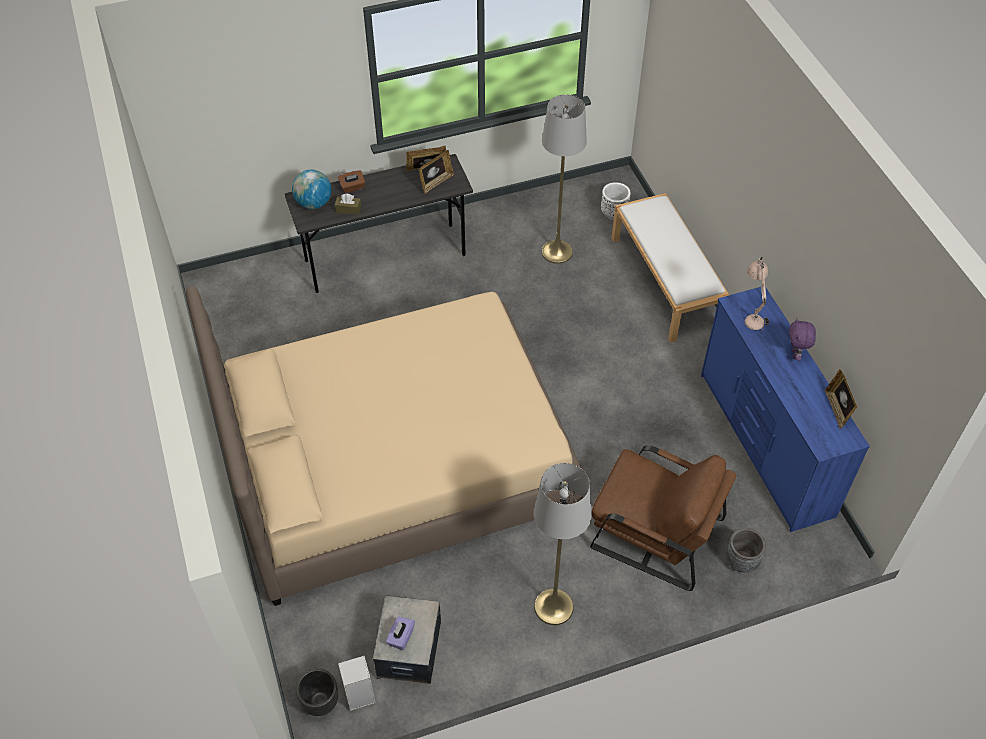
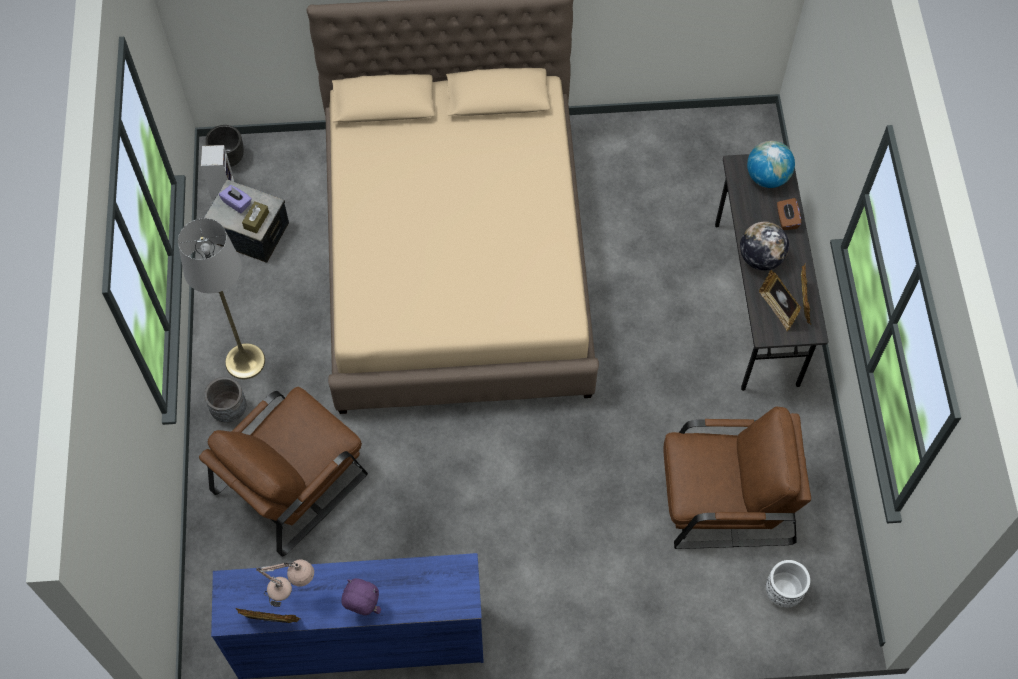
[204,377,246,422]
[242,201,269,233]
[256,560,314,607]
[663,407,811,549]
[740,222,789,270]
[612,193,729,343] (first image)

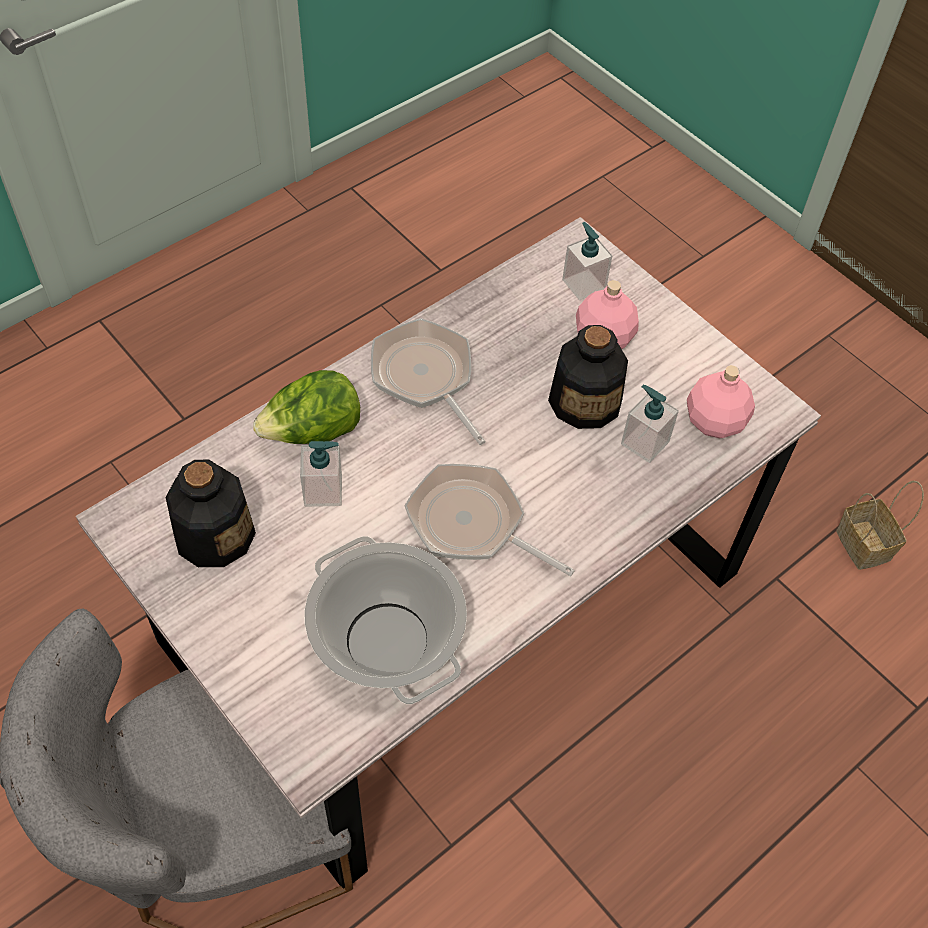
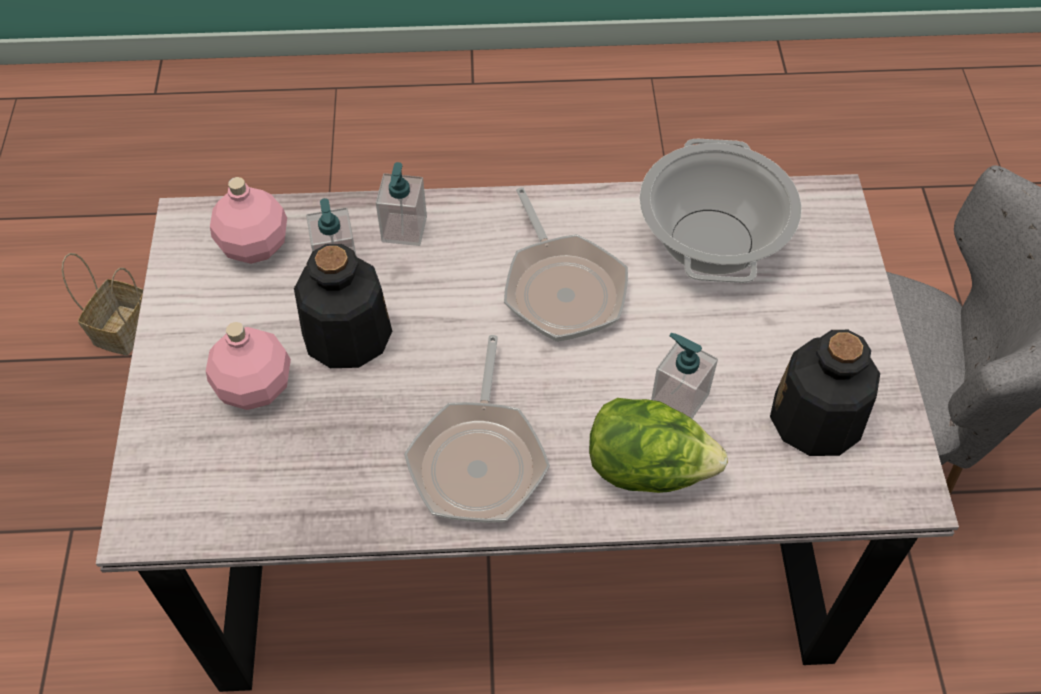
[376,162,427,246]

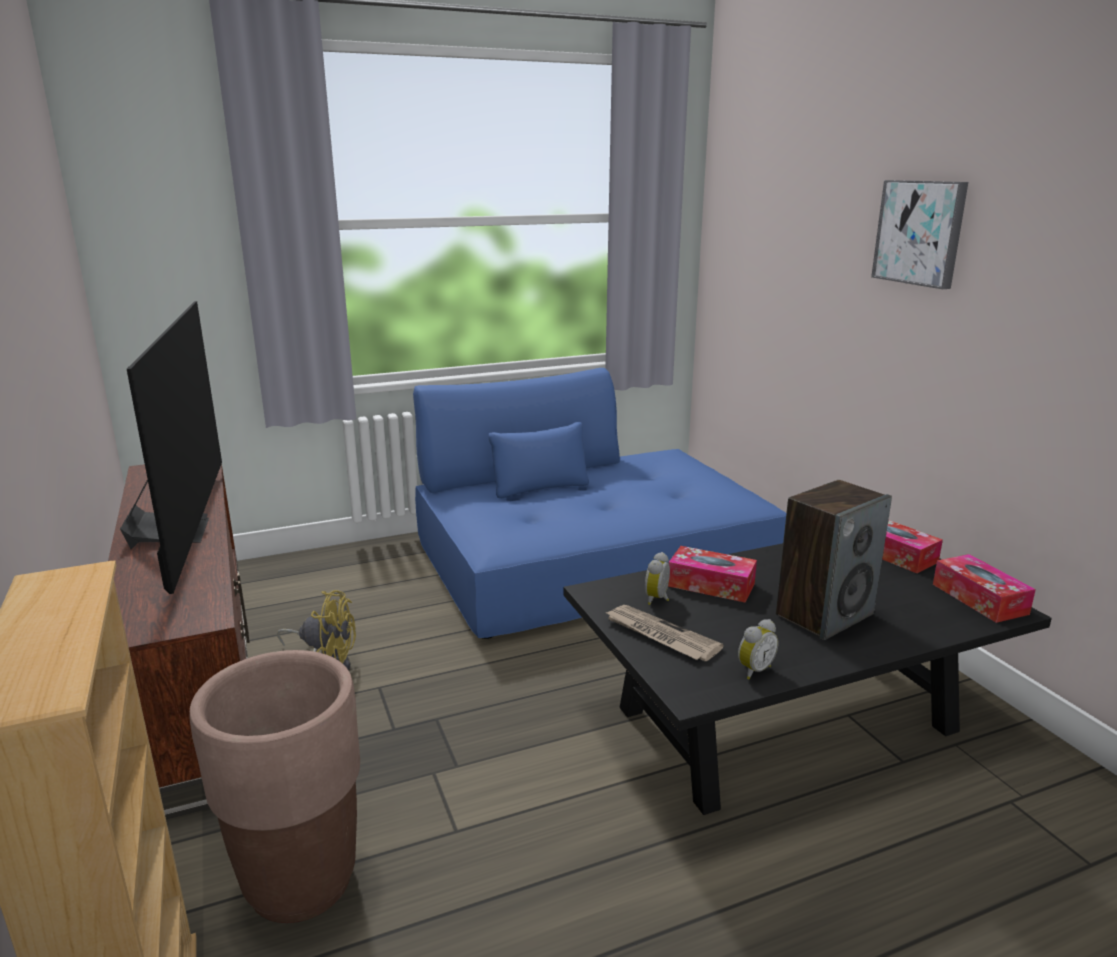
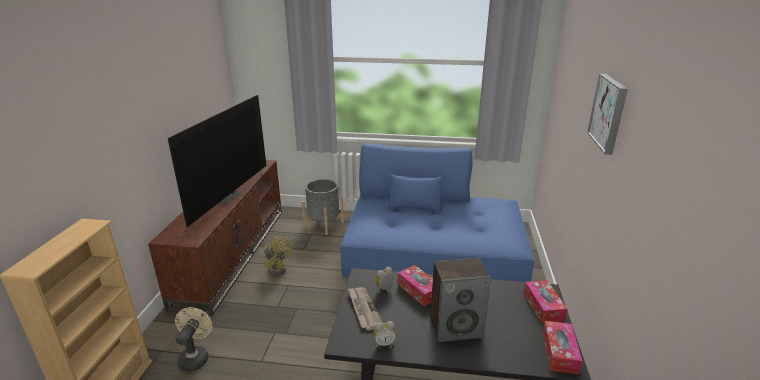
[175,307,212,371]
[302,179,344,235]

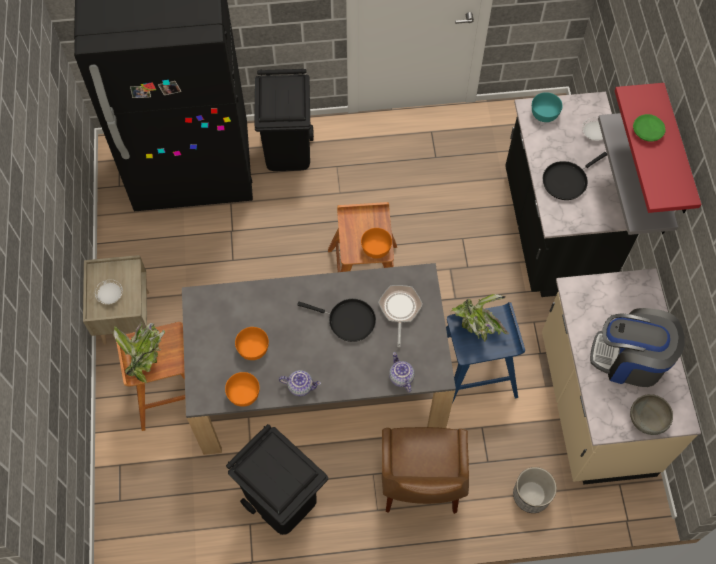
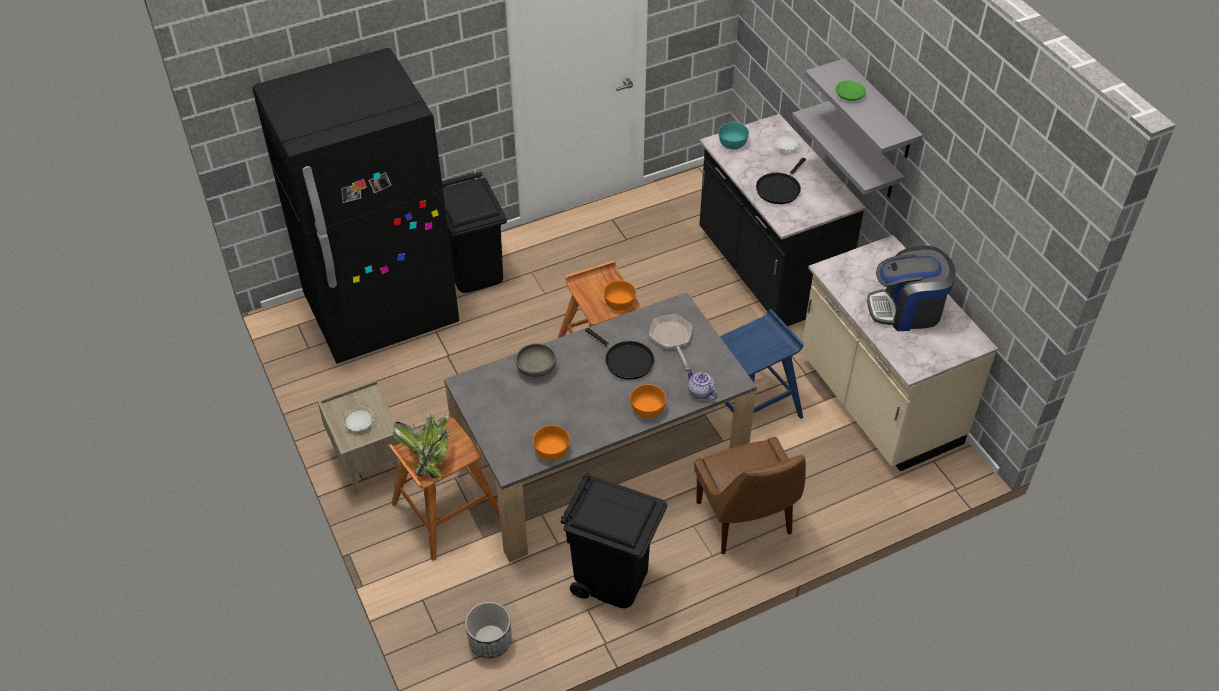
[465,602,512,658]
[515,343,556,378]
[585,328,654,380]
[630,384,666,418]
[805,58,923,158]
[279,370,321,396] (first image)
[451,294,509,342] (first image)

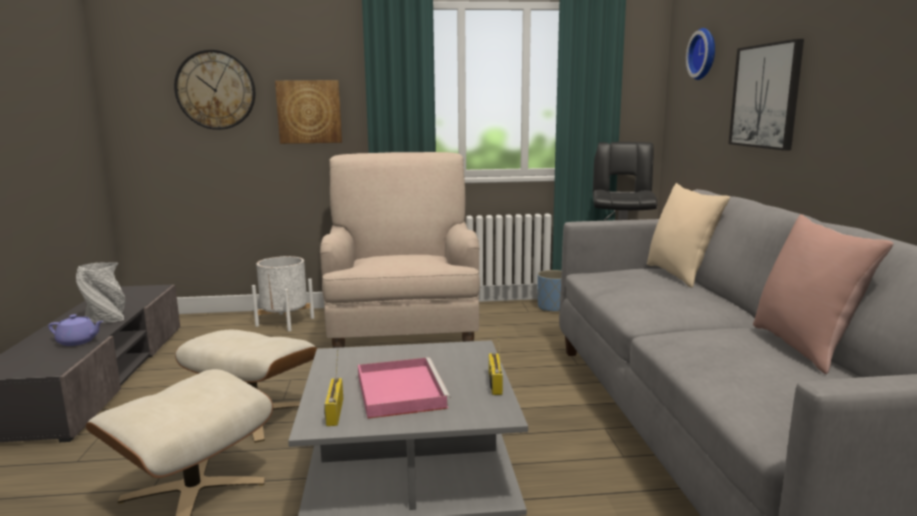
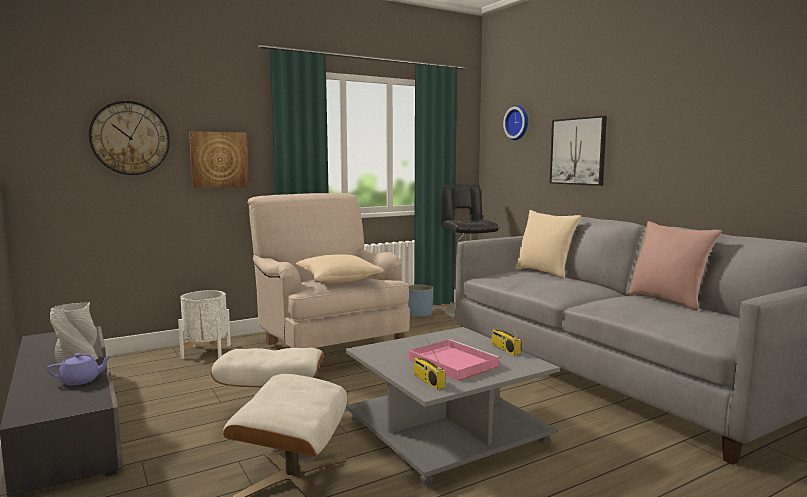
[296,254,384,283]

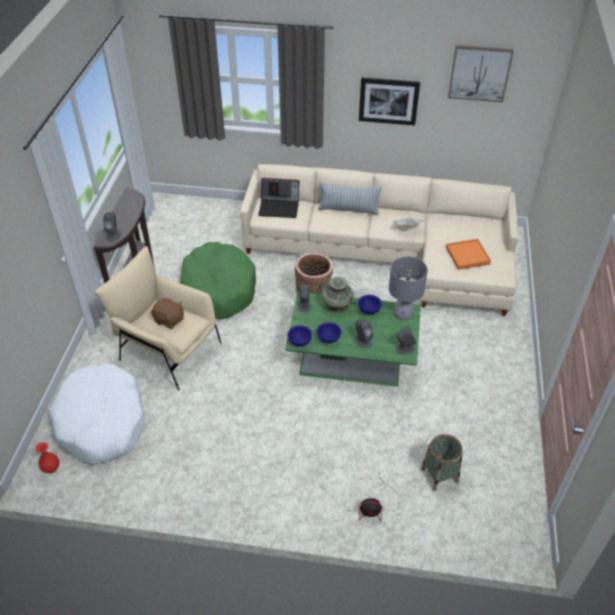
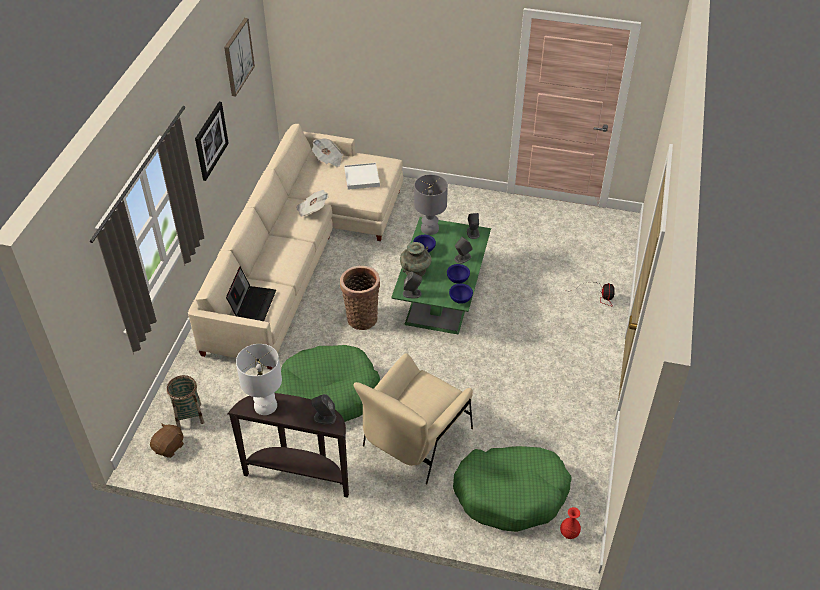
[150,423,184,458]
[167,375,204,428]
[236,344,282,415]
[312,138,343,167]
[344,163,380,190]
[453,446,572,532]
[318,182,382,216] (first image)

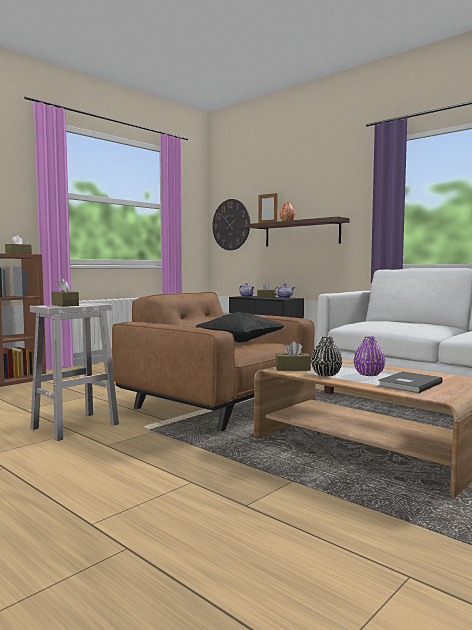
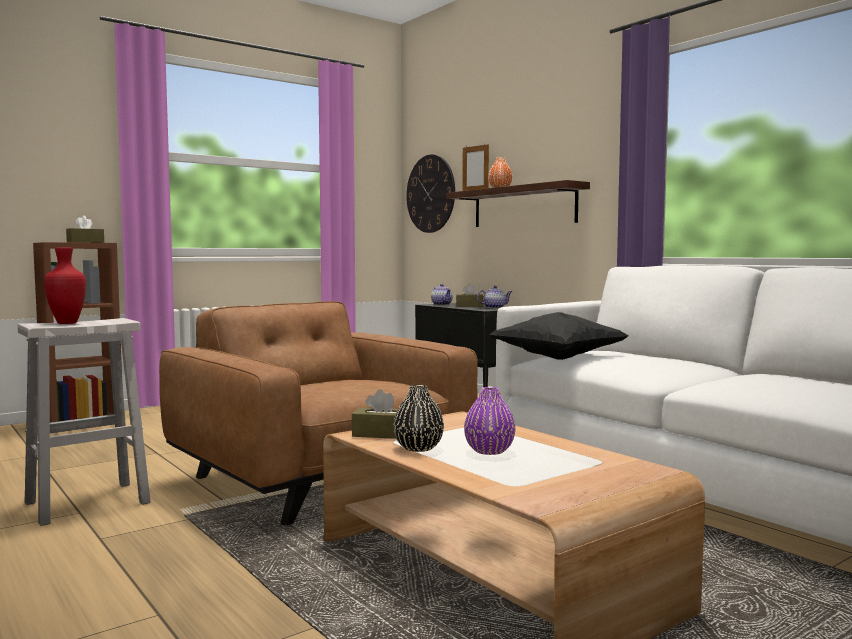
[44,248,86,324]
[490,312,629,360]
[378,371,443,393] (first image)

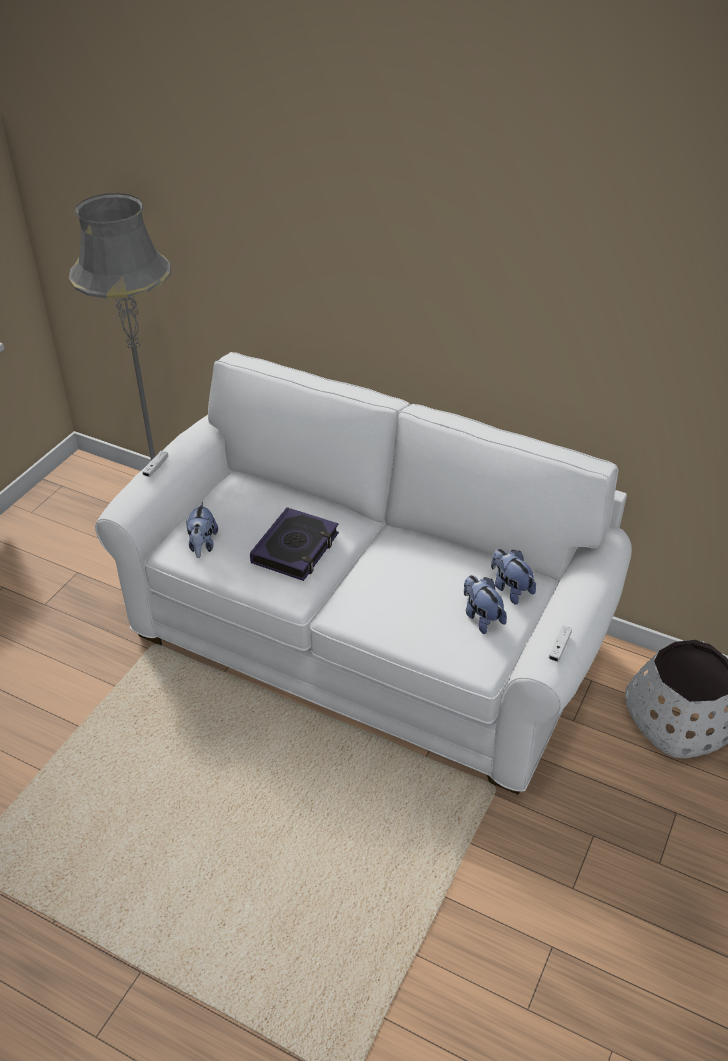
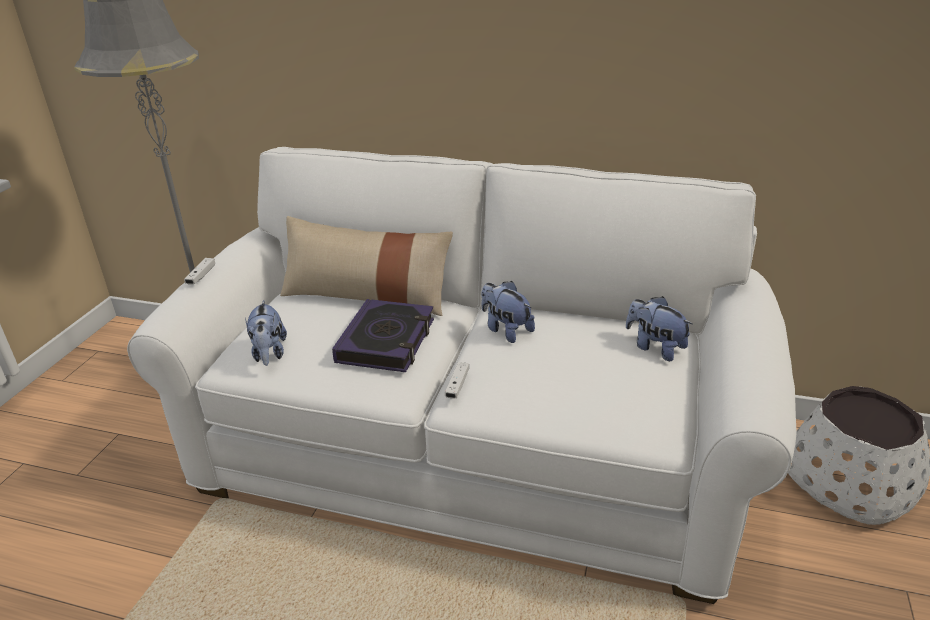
[280,216,453,316]
[445,362,469,399]
[481,281,535,343]

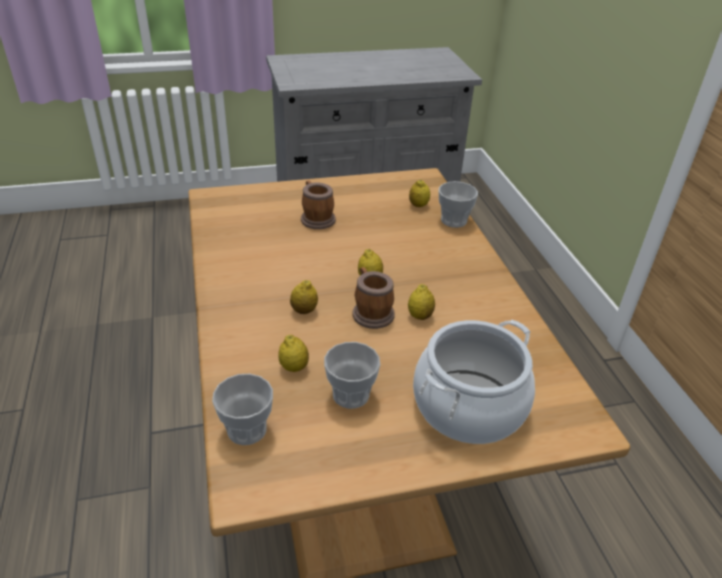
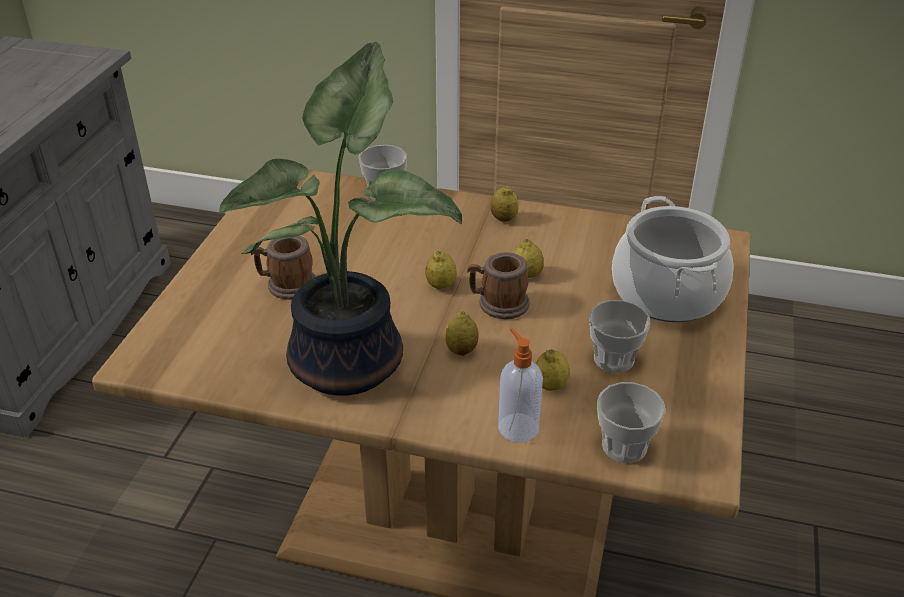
[219,42,462,396]
[491,186,518,222]
[498,328,543,442]

